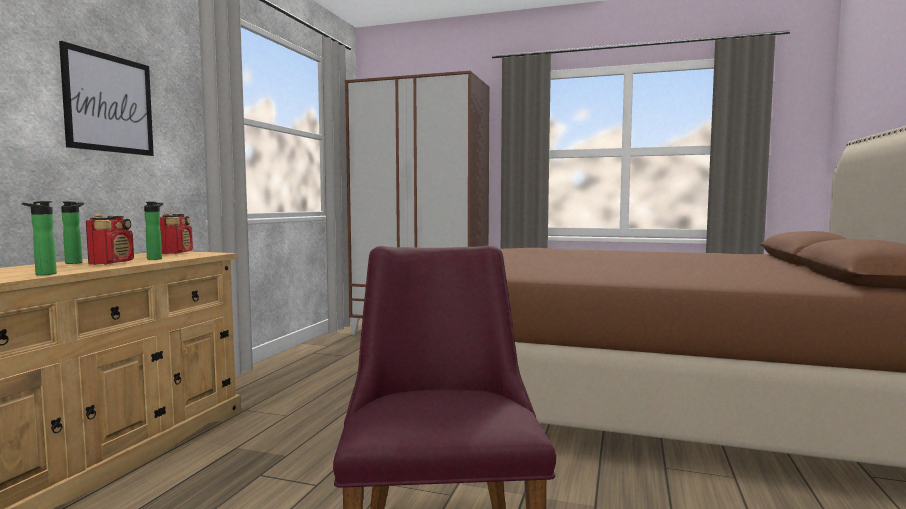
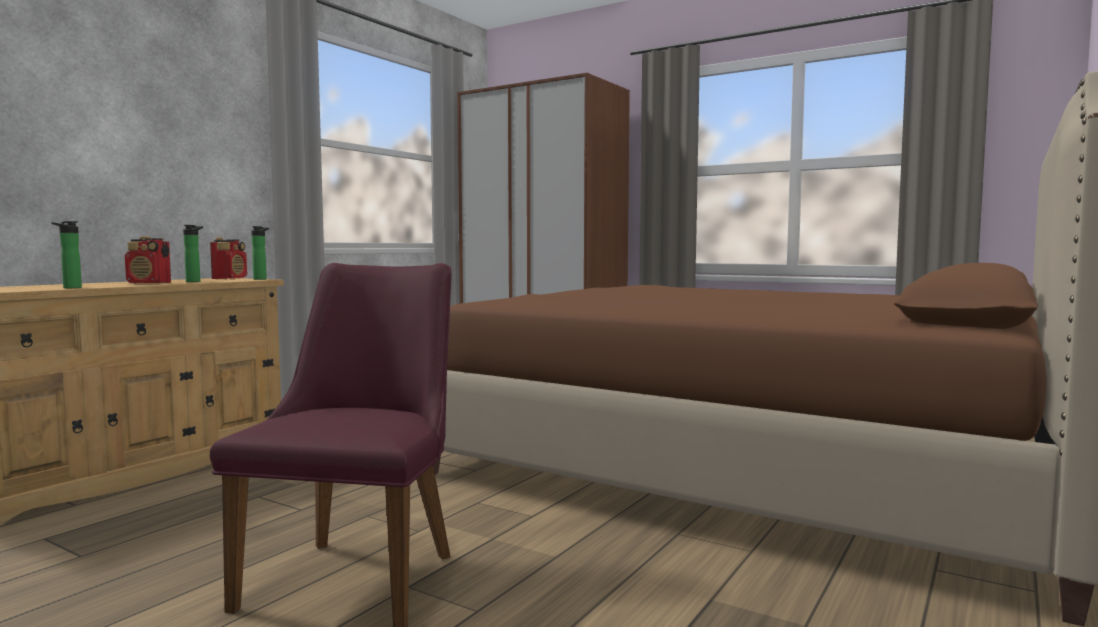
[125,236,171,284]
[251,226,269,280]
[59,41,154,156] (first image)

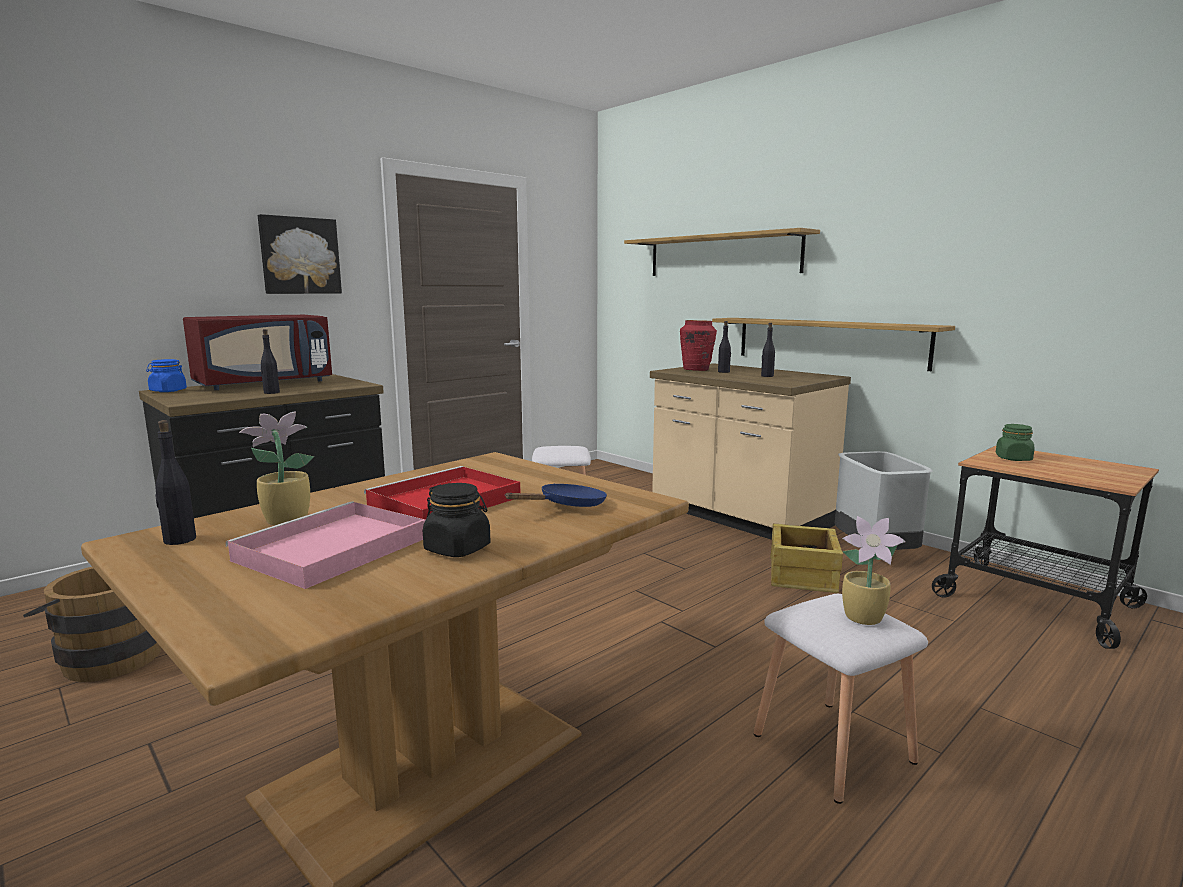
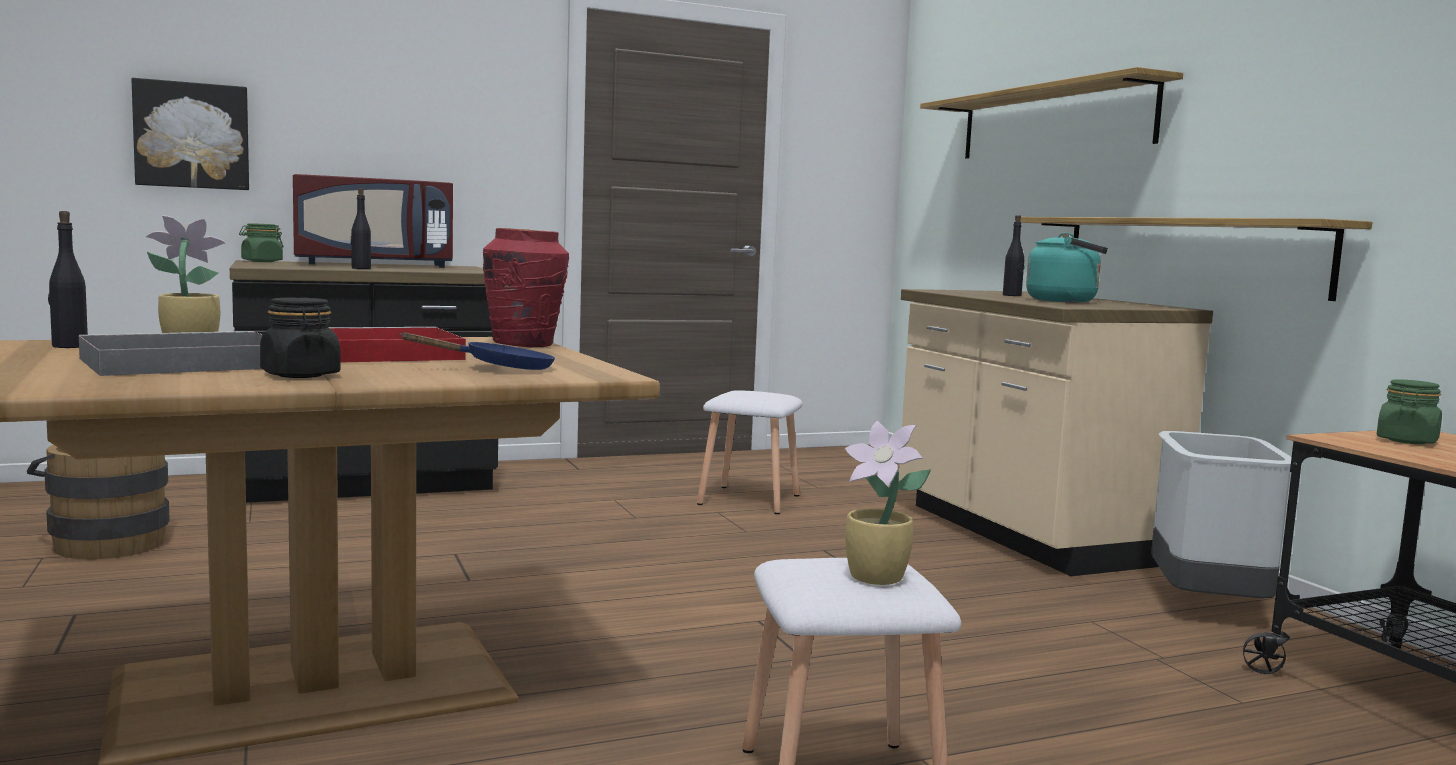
[79,331,263,376]
[131,78,249,190]
[239,223,283,262]
[483,228,569,348]
[1026,232,1108,302]
[770,523,843,593] (first image)

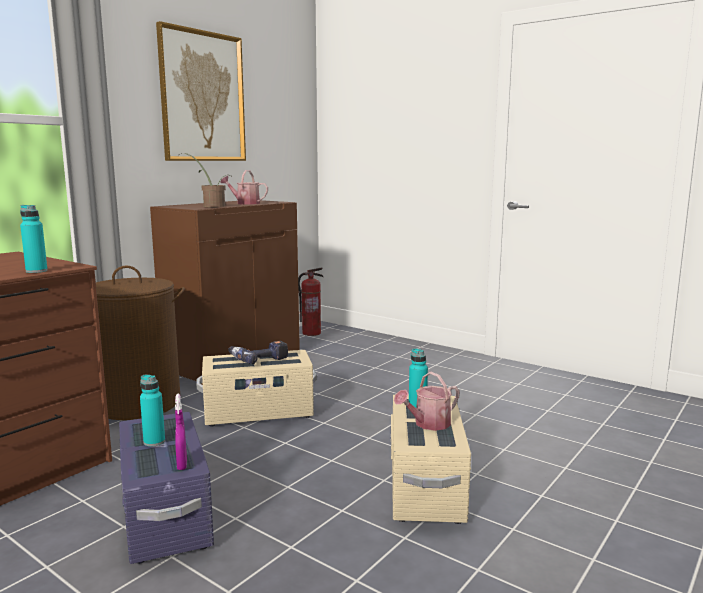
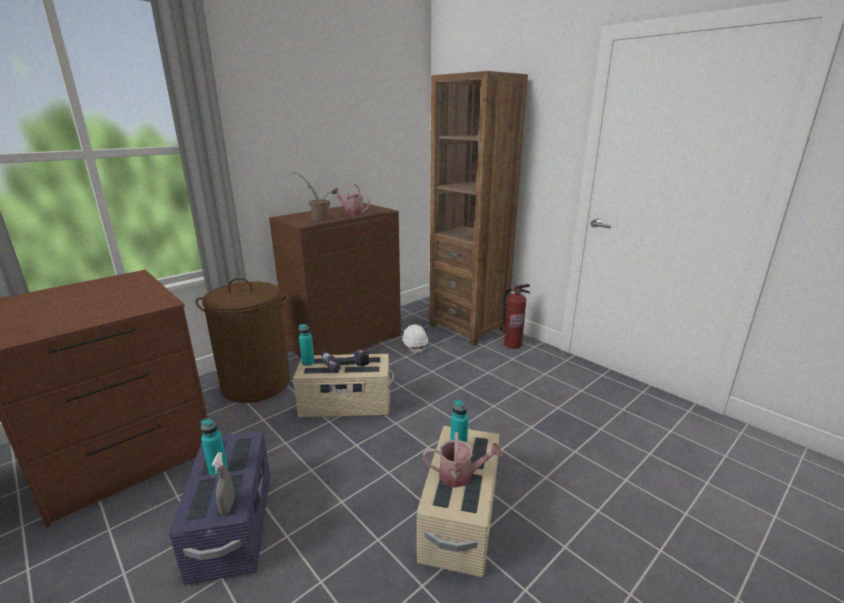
[212,452,235,516]
[299,324,315,366]
[401,324,428,353]
[423,432,503,488]
[429,71,528,346]
[502,284,530,349]
[156,21,246,161] (first image)

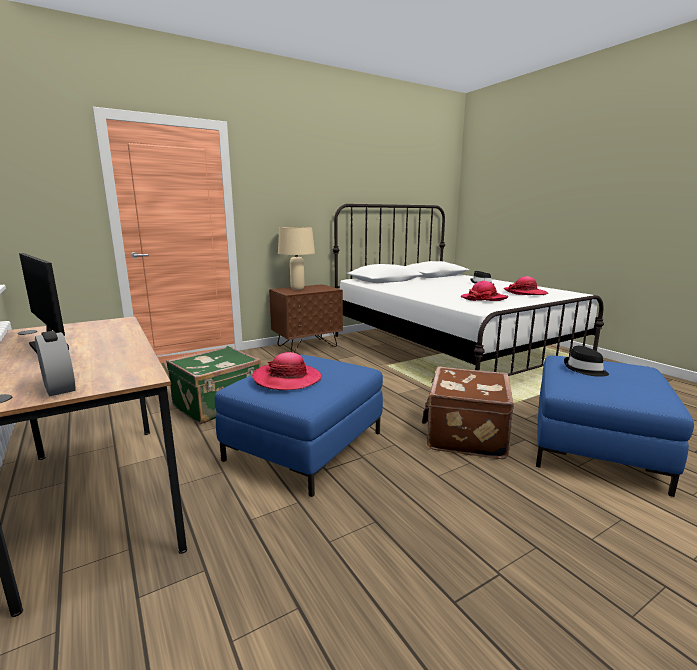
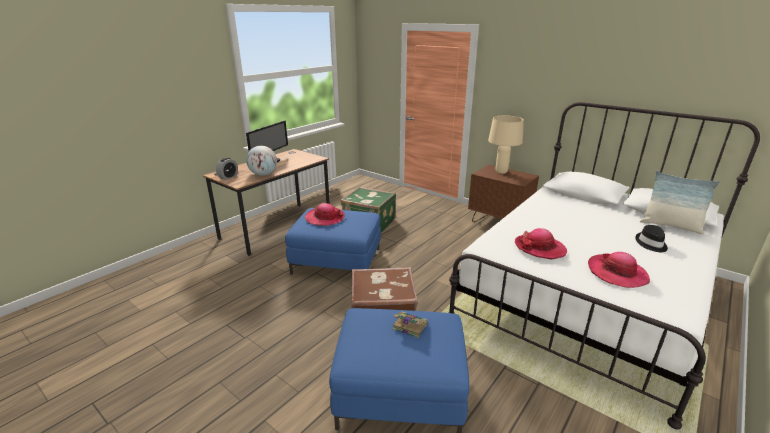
[246,146,277,176]
[392,311,428,338]
[640,171,720,234]

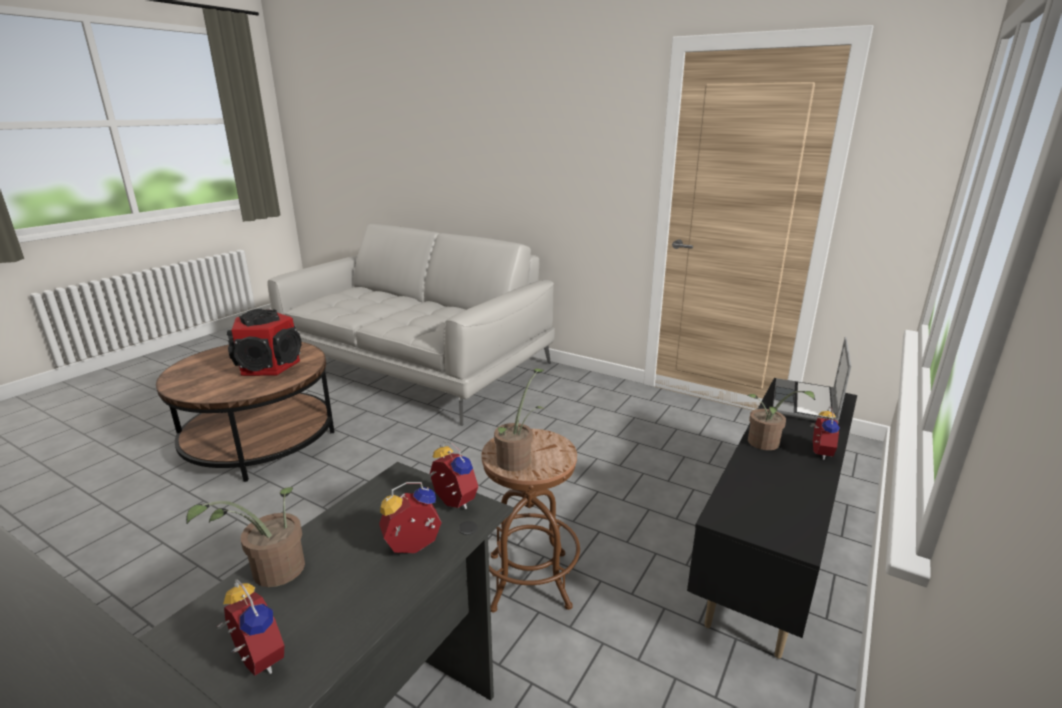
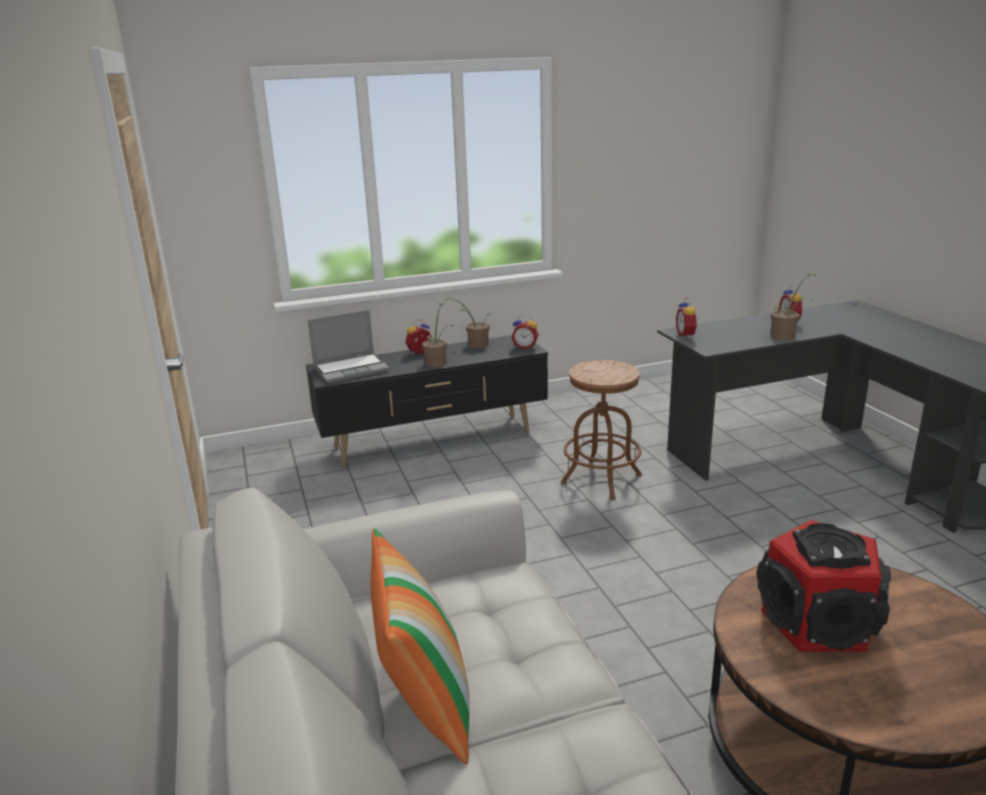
[371,528,470,765]
[444,298,494,349]
[511,315,539,350]

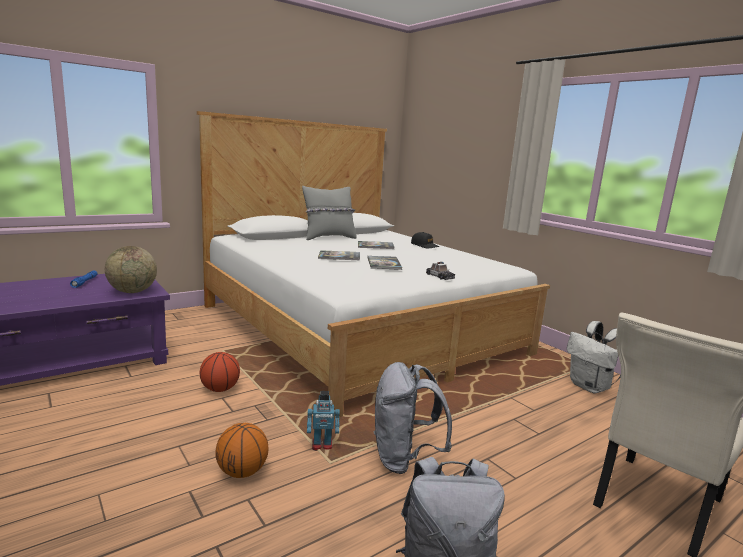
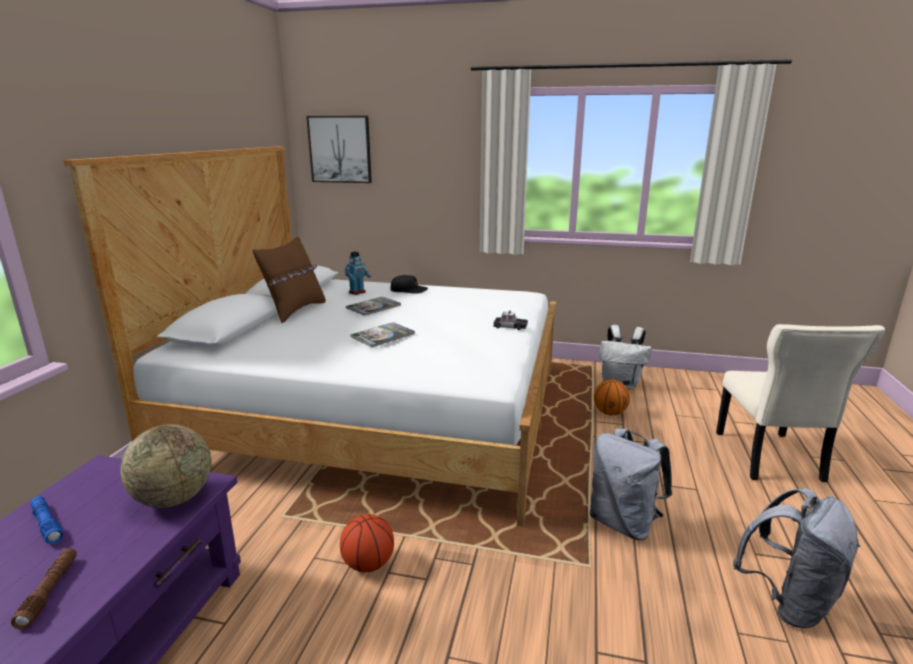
[11,548,77,630]
[252,237,326,323]
[306,116,372,183]
[345,251,371,295]
[594,379,630,416]
[367,256,403,270] (first image)

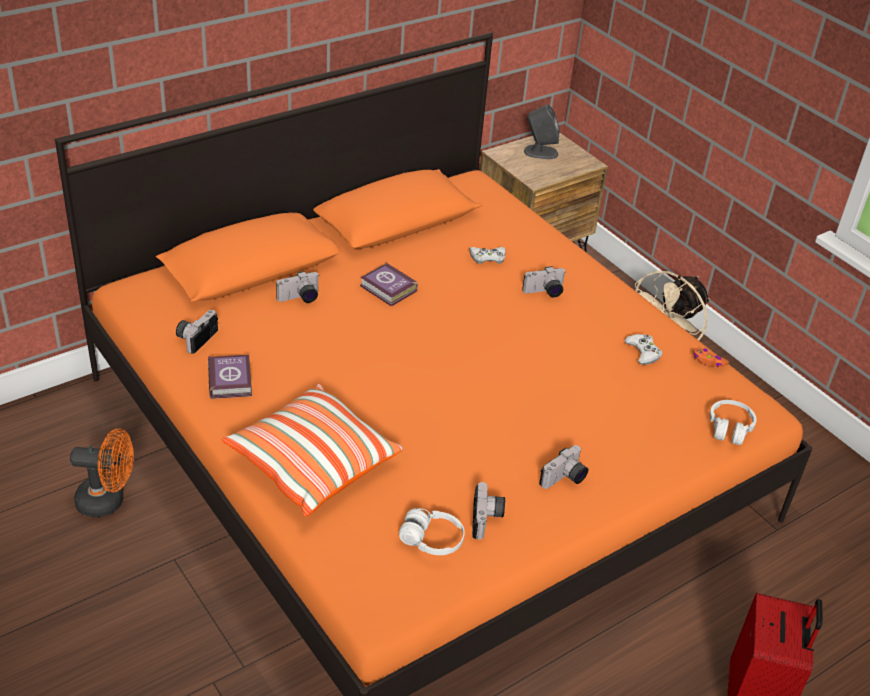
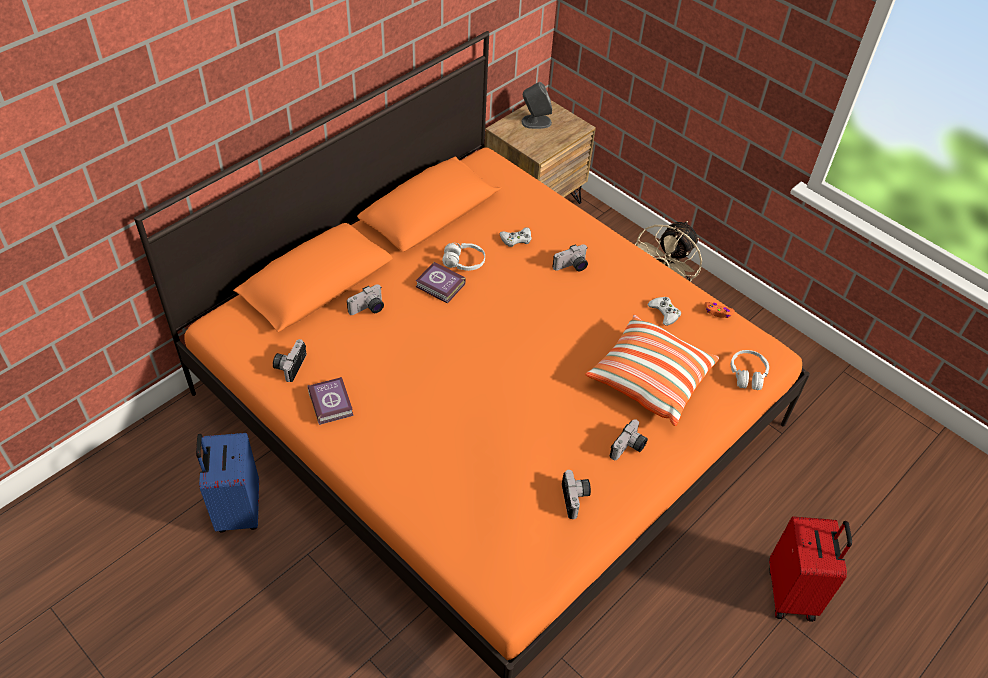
[196,433,259,532]
[442,243,485,271]
[585,314,719,426]

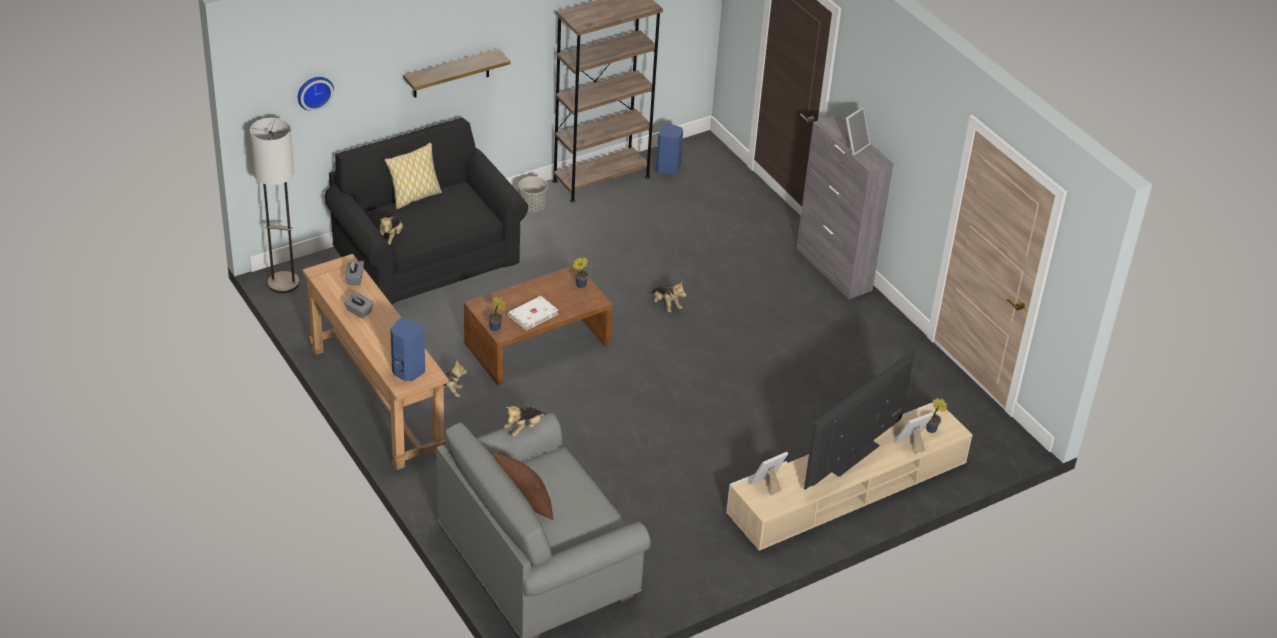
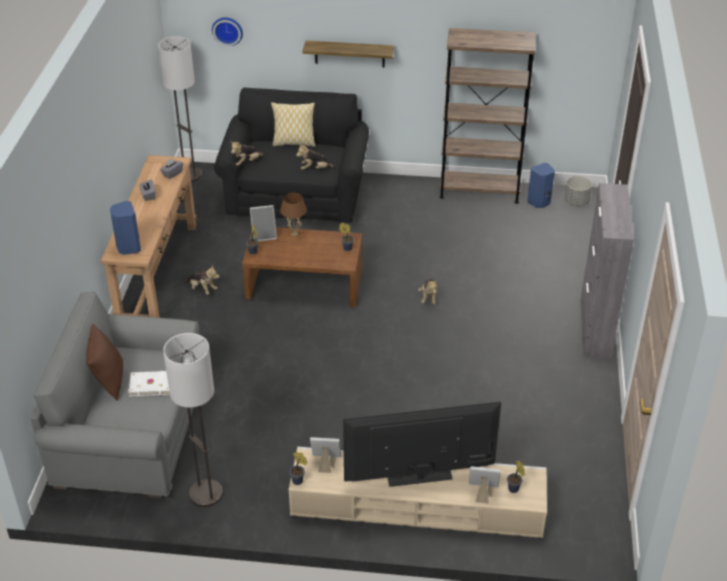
[128,371,170,396]
[163,333,223,507]
[250,205,277,241]
[280,193,307,236]
[289,452,307,485]
[296,144,337,170]
[564,176,592,207]

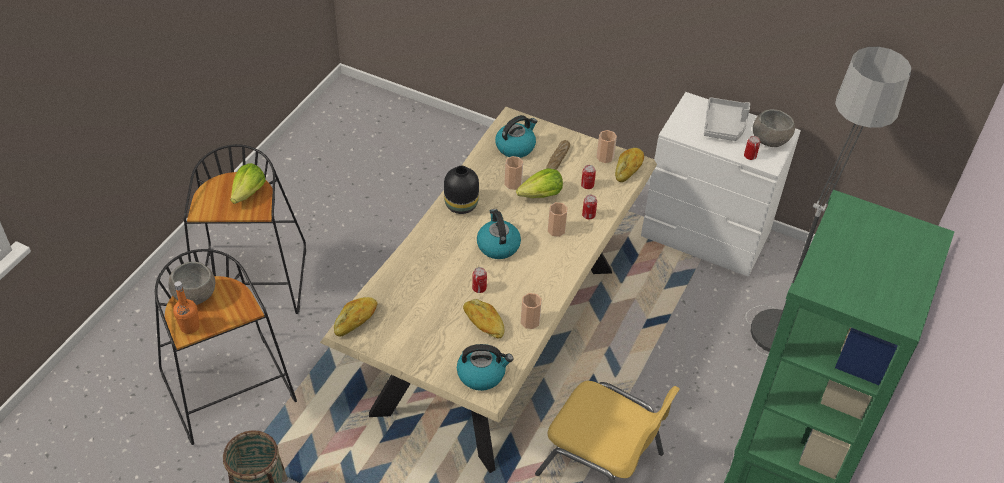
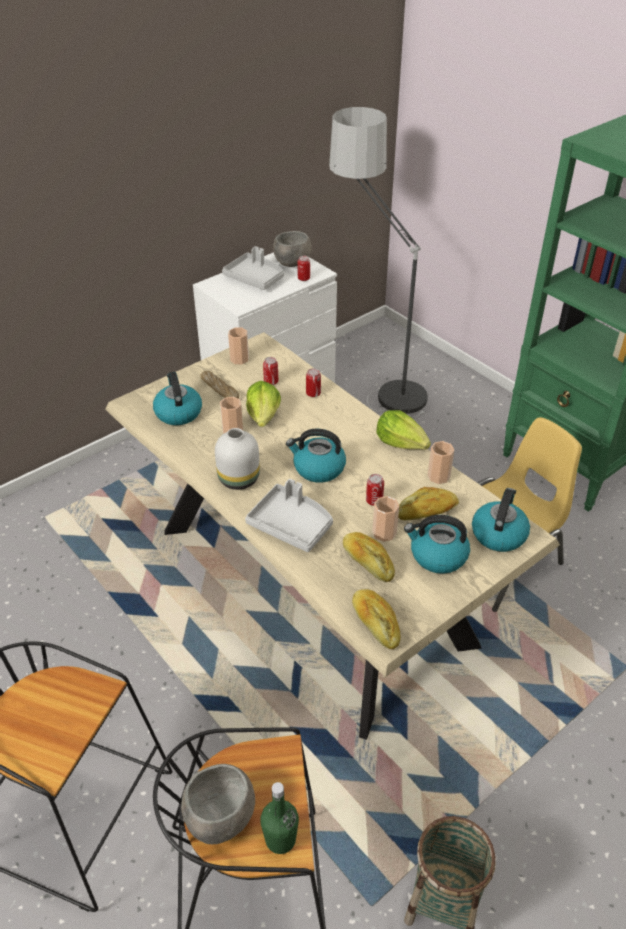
[215,428,260,490]
[245,479,333,552]
[260,782,299,854]
[343,532,395,582]
[372,496,399,542]
[376,410,431,450]
[404,515,470,574]

